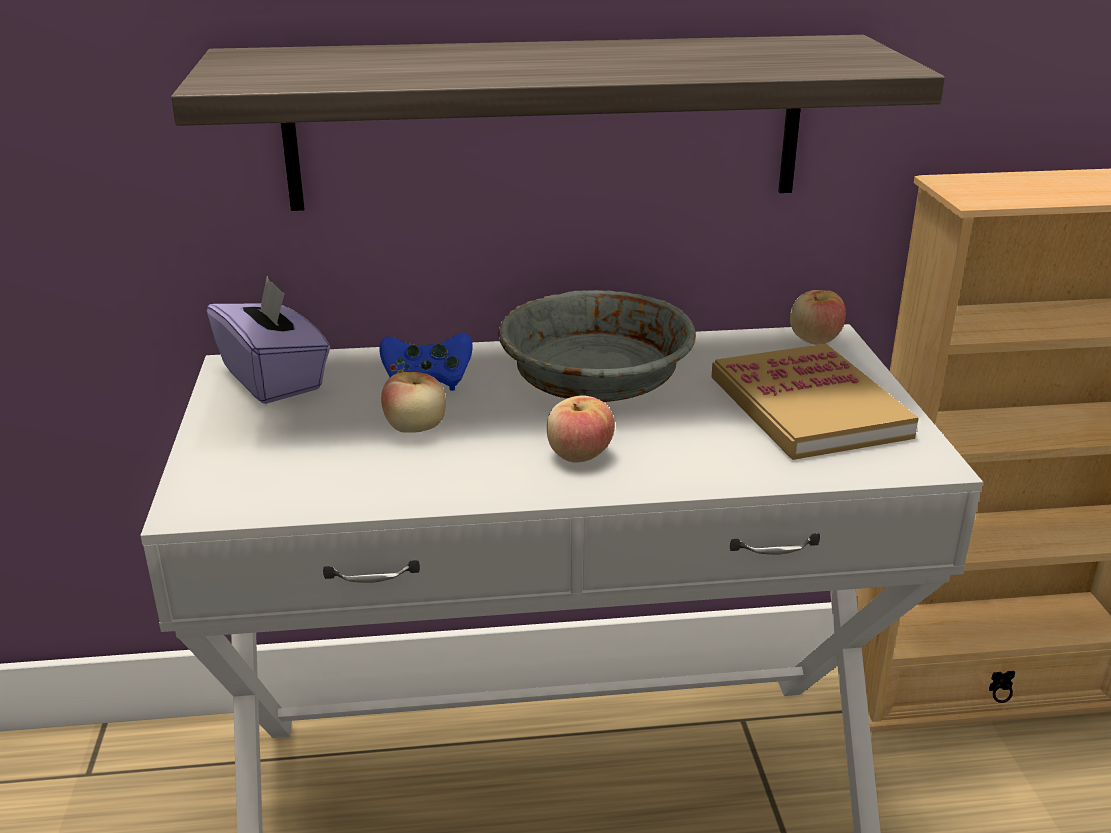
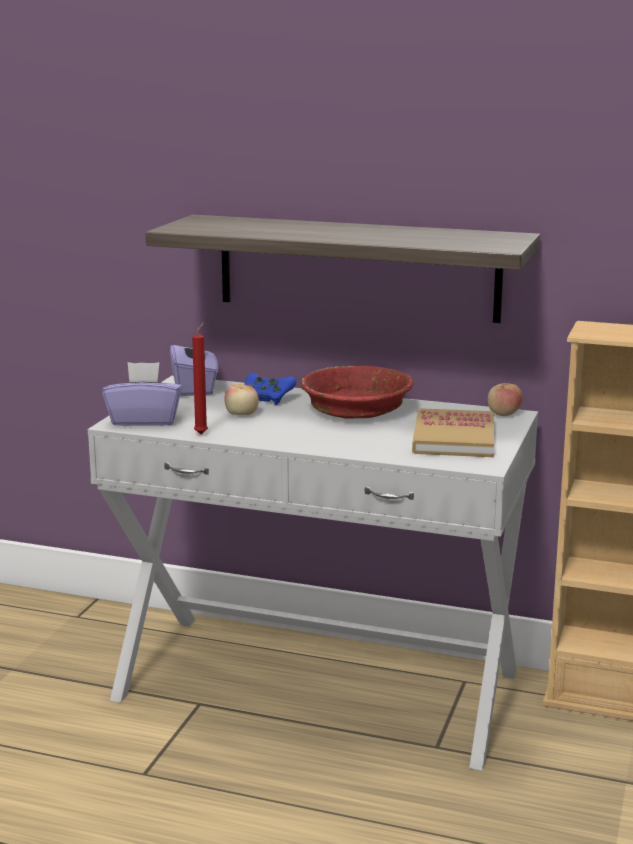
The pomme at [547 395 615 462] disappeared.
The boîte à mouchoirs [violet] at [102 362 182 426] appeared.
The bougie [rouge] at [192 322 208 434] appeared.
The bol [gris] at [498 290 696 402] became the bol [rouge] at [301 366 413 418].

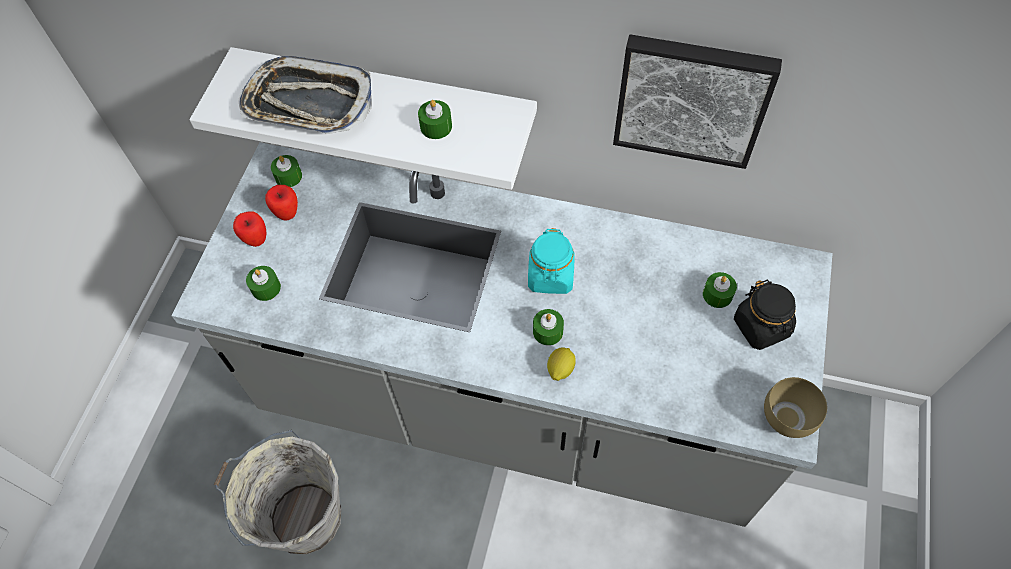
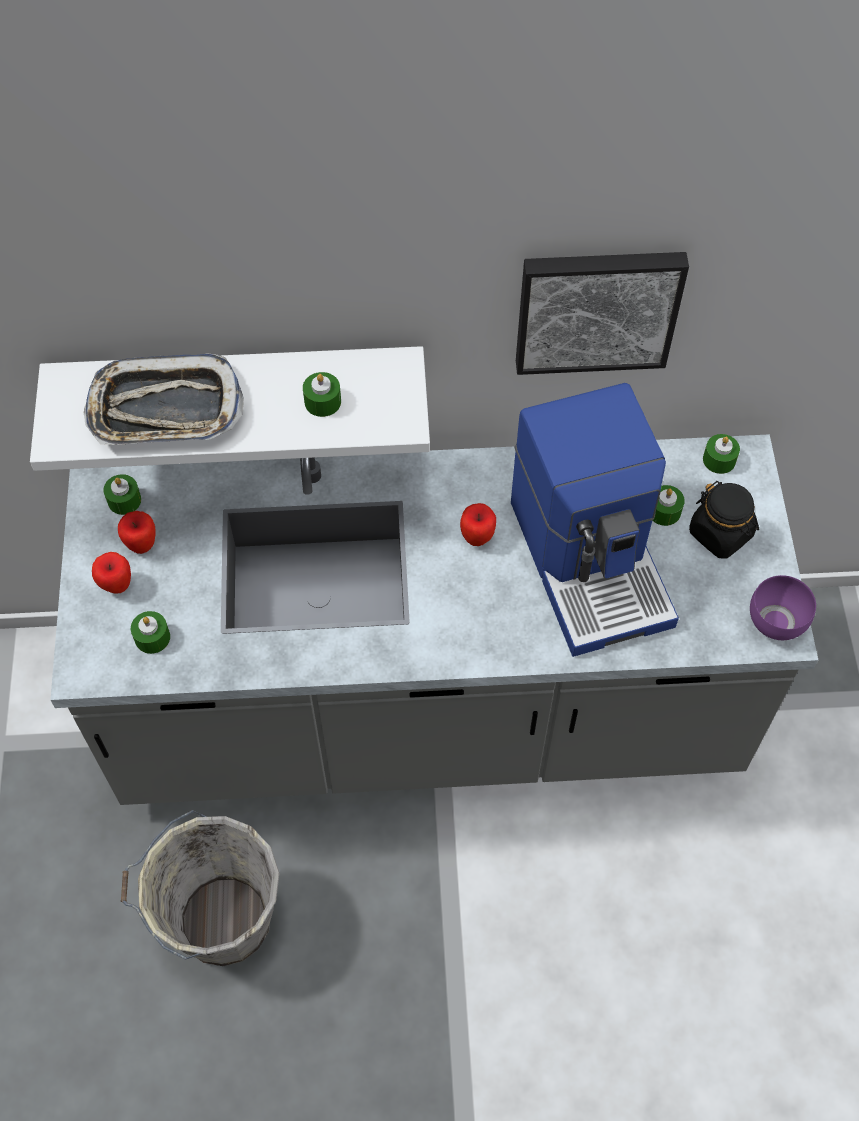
The citron at [547 347 576 381] disappeared.
The machine à café at [511 383 679 657] appeared.
The bougie [vert] moved from [533 309 564 345] to [703 434 740 474].
The bocal [turquoise] at [528 228 575 294] was replaced by the pomme at [460 503 496 546].
The bol [marron] at [764 377 827 438] became the bol [violet] at [750 575 816 640].

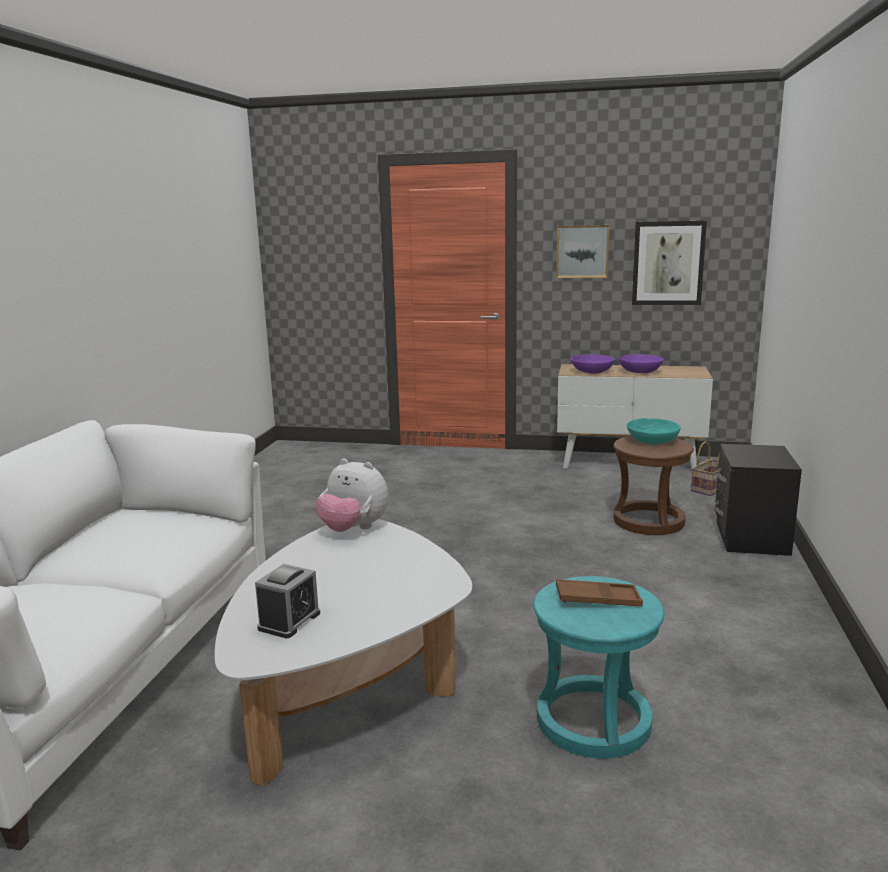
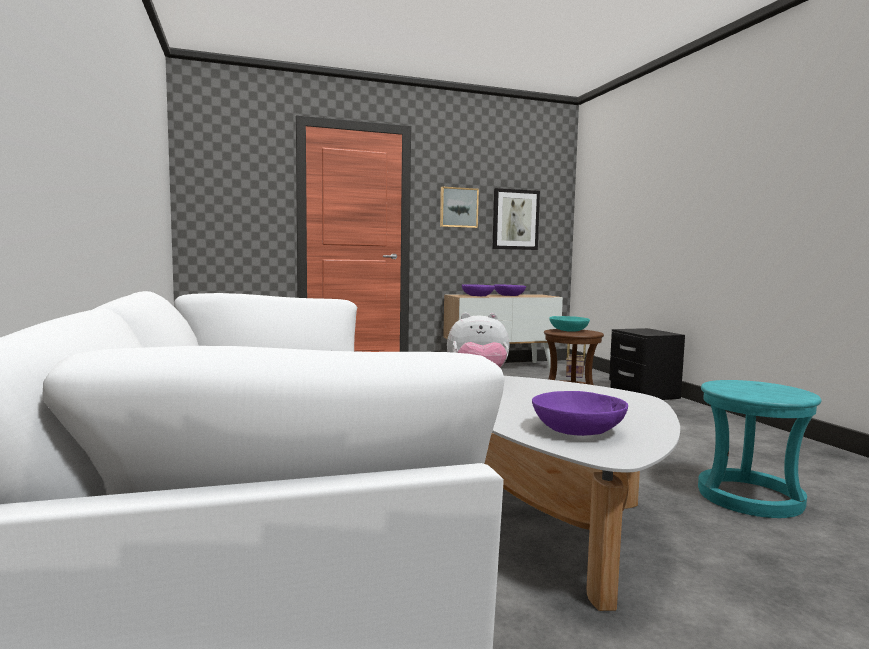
The plateau [marron] at [556 579 643 606] disappeared.
The réveil at [255 564 320 638] was replaced by the bol [violet] at [532 391 628 436].

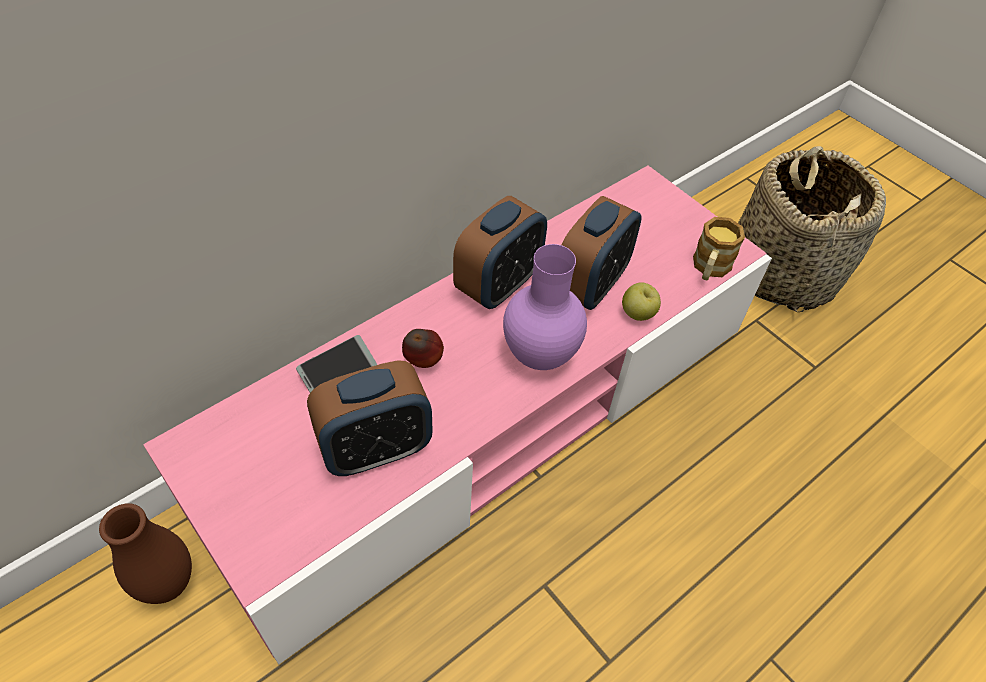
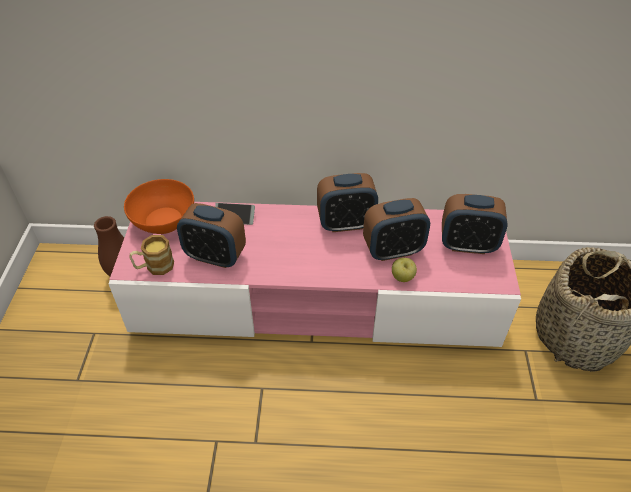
The pomme at [402 329 444 368] disappeared.
The vase [violet] at [503 244 587 370] disappeared.
The bol [orange] at [124 179 194 234] appeared.
The réveil at [442 194 508 254] appeared.
The mug moved from [693 217 745 280] to [129 235 174 275].

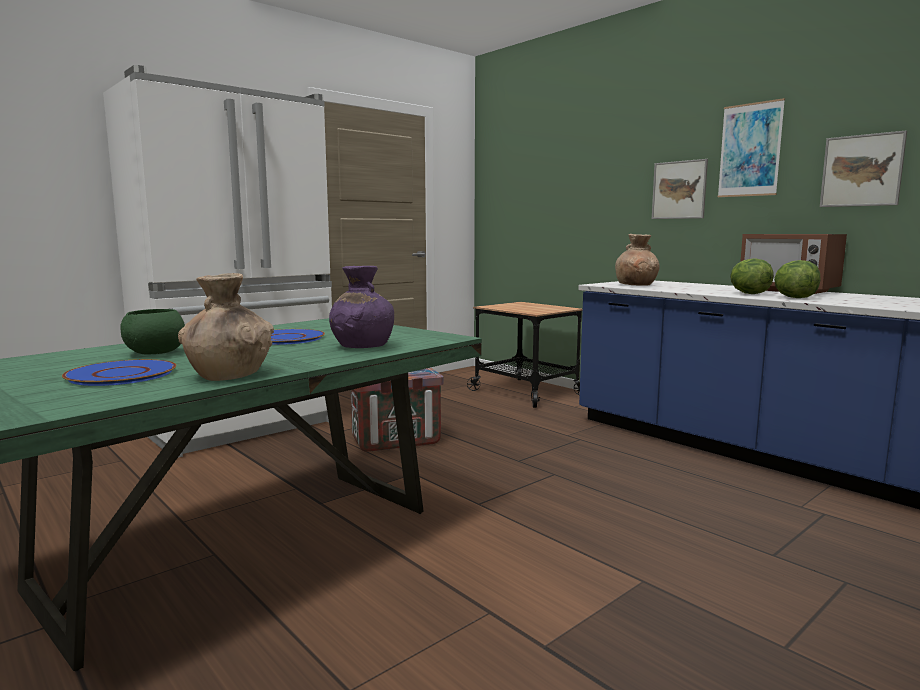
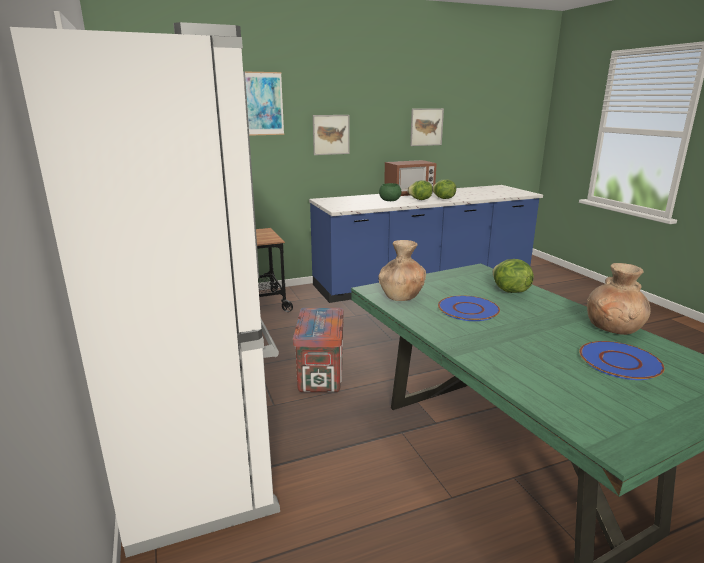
The bol [vert] moved from [120 309 185 355] to [379 183 401 201].
The vase [marron] moved from [615 234 660 286] to [379 240 426 301].
The tableau moved from [717 98 785 197] to [244 71 284 136].
The vase [violet] at [329 266 394 348] was replaced by the laitue at [493 259 534 293].

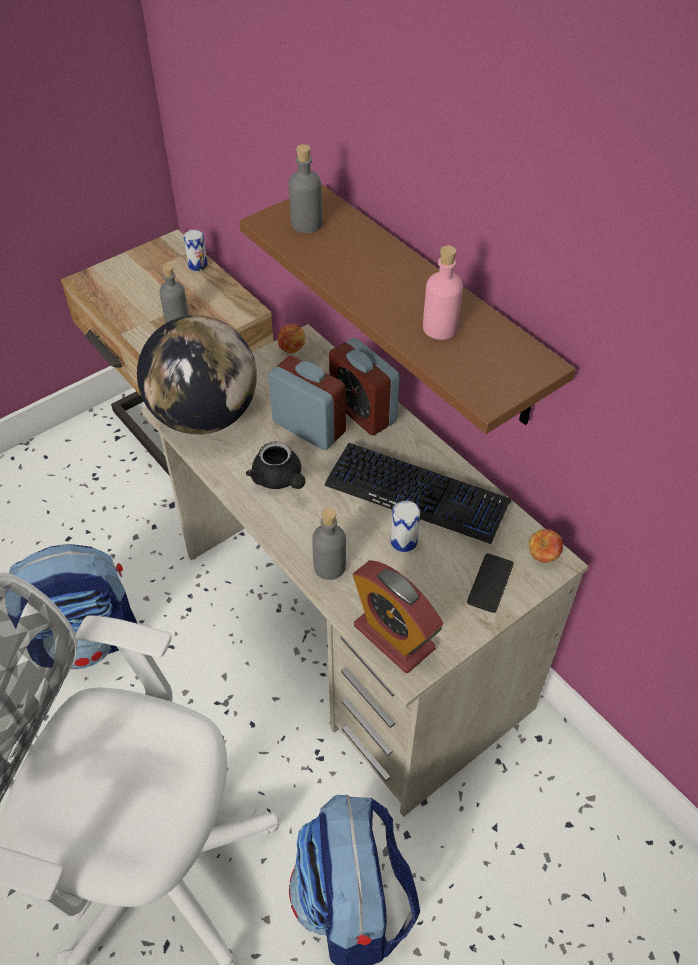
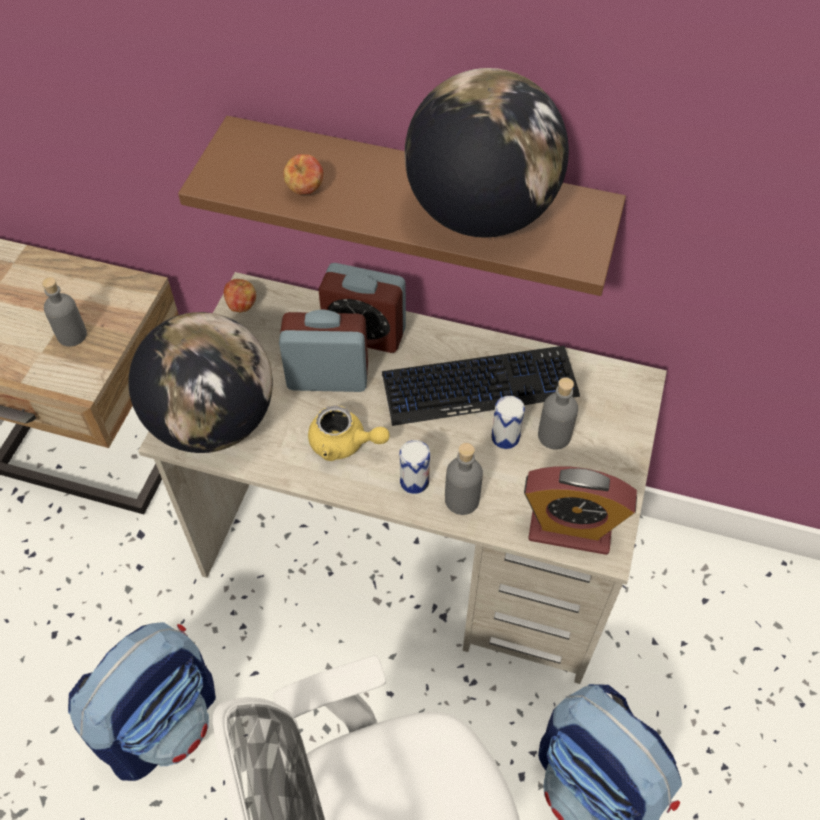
The téléphone at [467 553 514 613] disappeared.
The boîte métallique moved from [183 230 208 271] to [400 440 430 494].
The bouteille [gris] moved from [289 144 322 233] to [538 377 578 450].
The pomme moved from [529 529 563 563] to [283 154 323 194].
The bouteille [rose] at [423 246 463 340] was replaced by the globe at [404 68 569 237].
The théière [noir] at [246 442 305 489] became the théière [jaune] at [308 405 389 461].

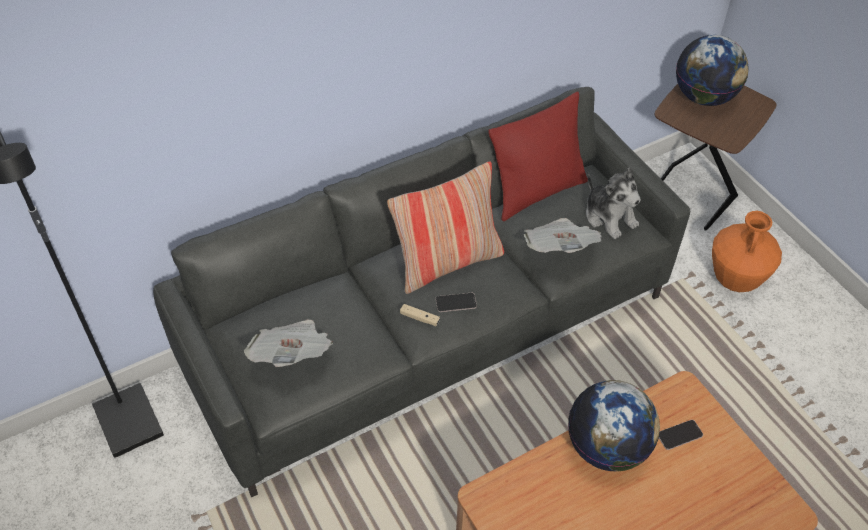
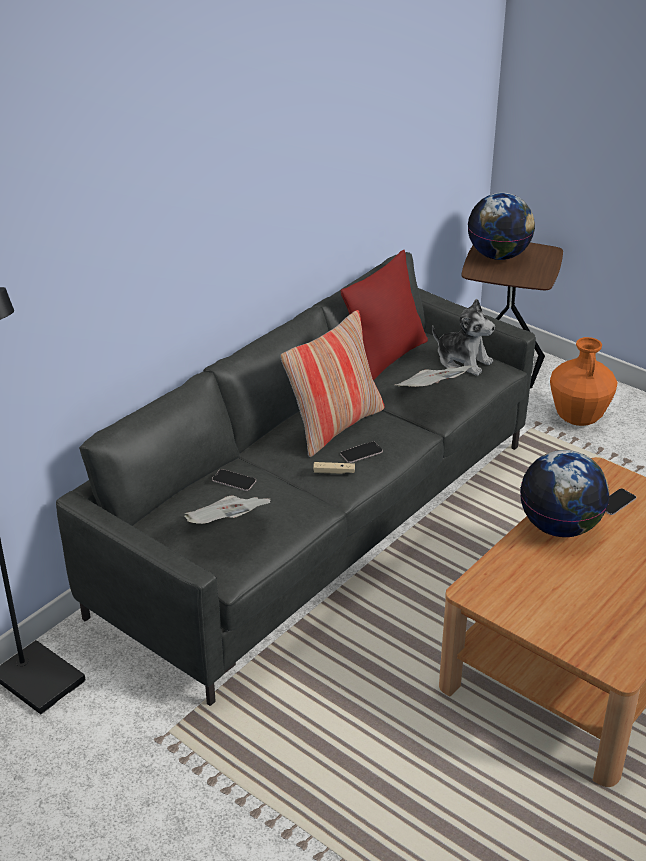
The téléphone at [212 469 256 491] appeared.

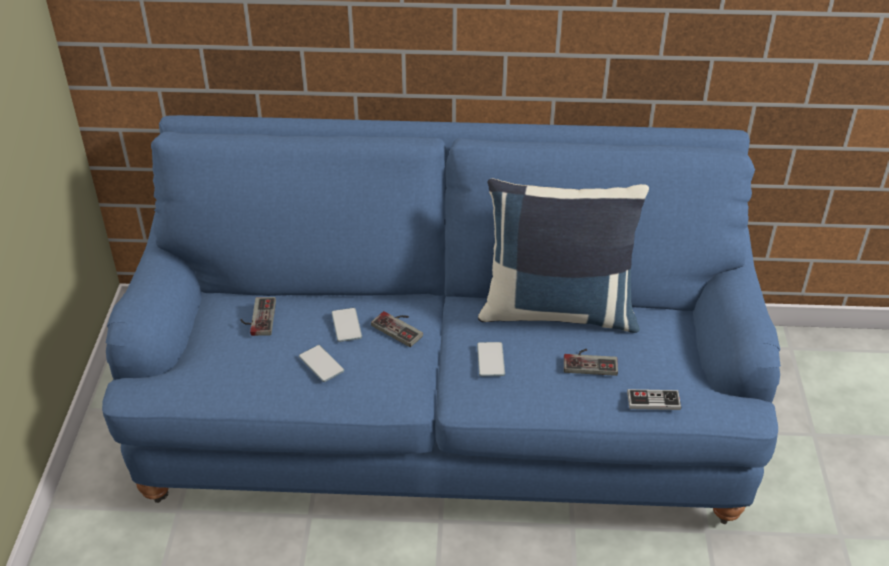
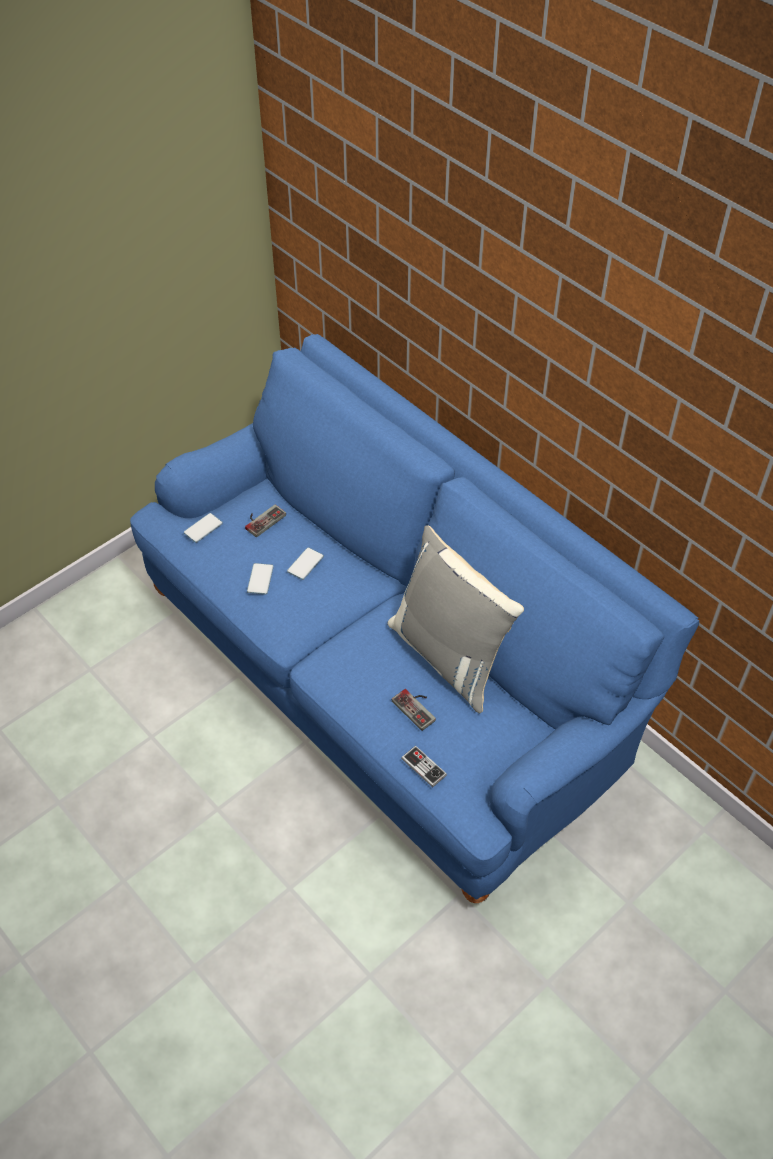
The manette at [371 311 423 347] disappeared.
The téléphone moved from [477 342 505 376] to [184 513 223 543].
The coussin [bleu] at [478 178 649 333] became the coussin [gris] at [388 525 524 713].

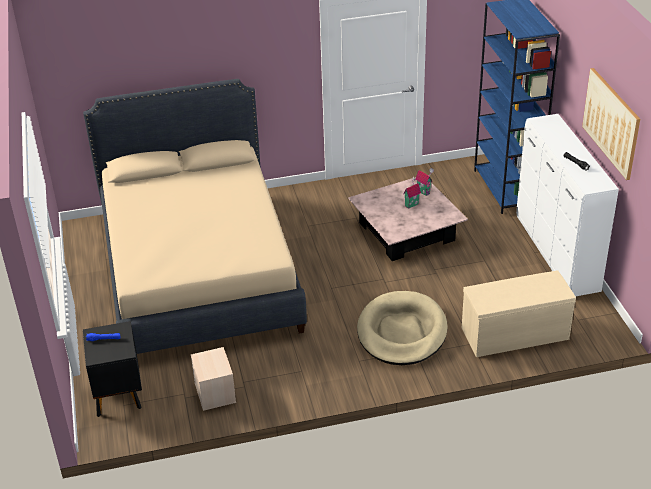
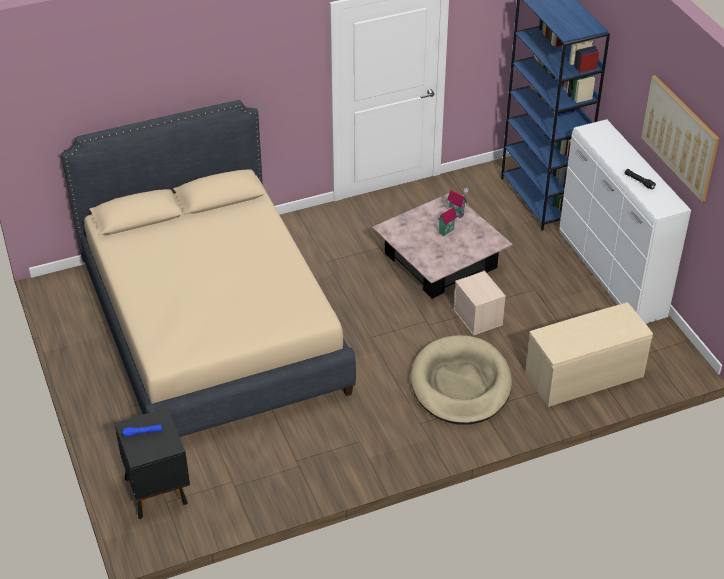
The boîte de rangement [beige] moved from [191 347 236 411] to [453 271 506 336].

